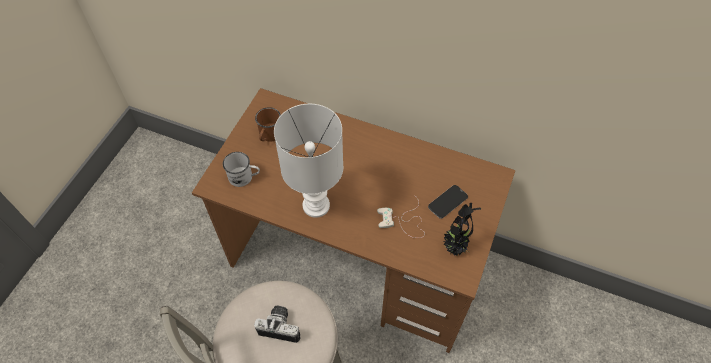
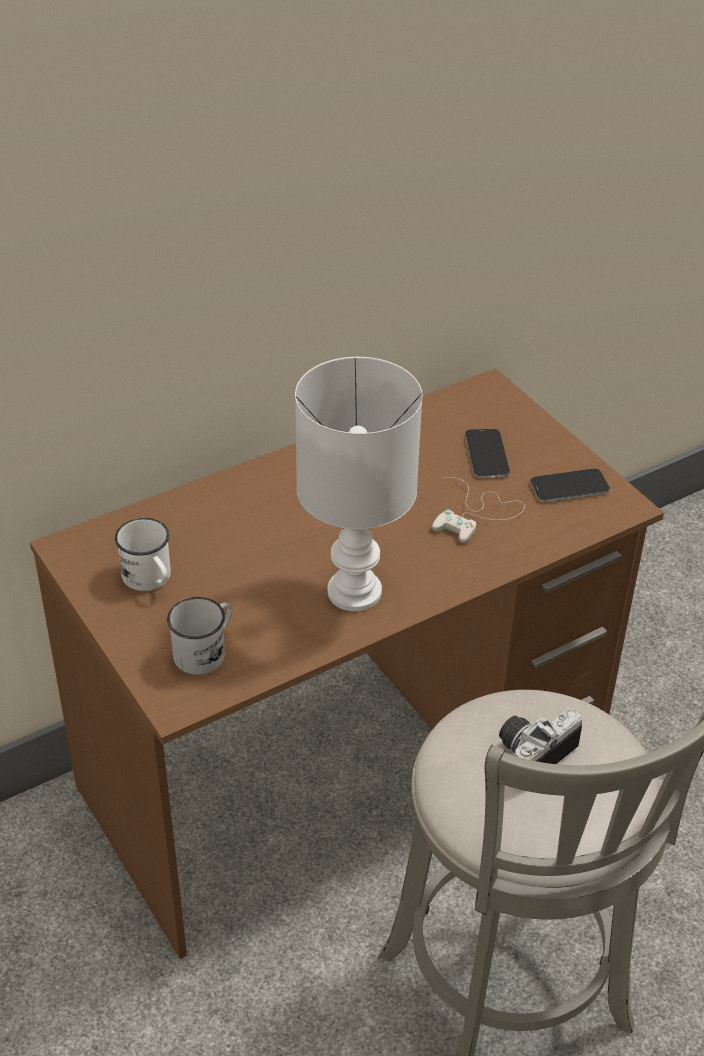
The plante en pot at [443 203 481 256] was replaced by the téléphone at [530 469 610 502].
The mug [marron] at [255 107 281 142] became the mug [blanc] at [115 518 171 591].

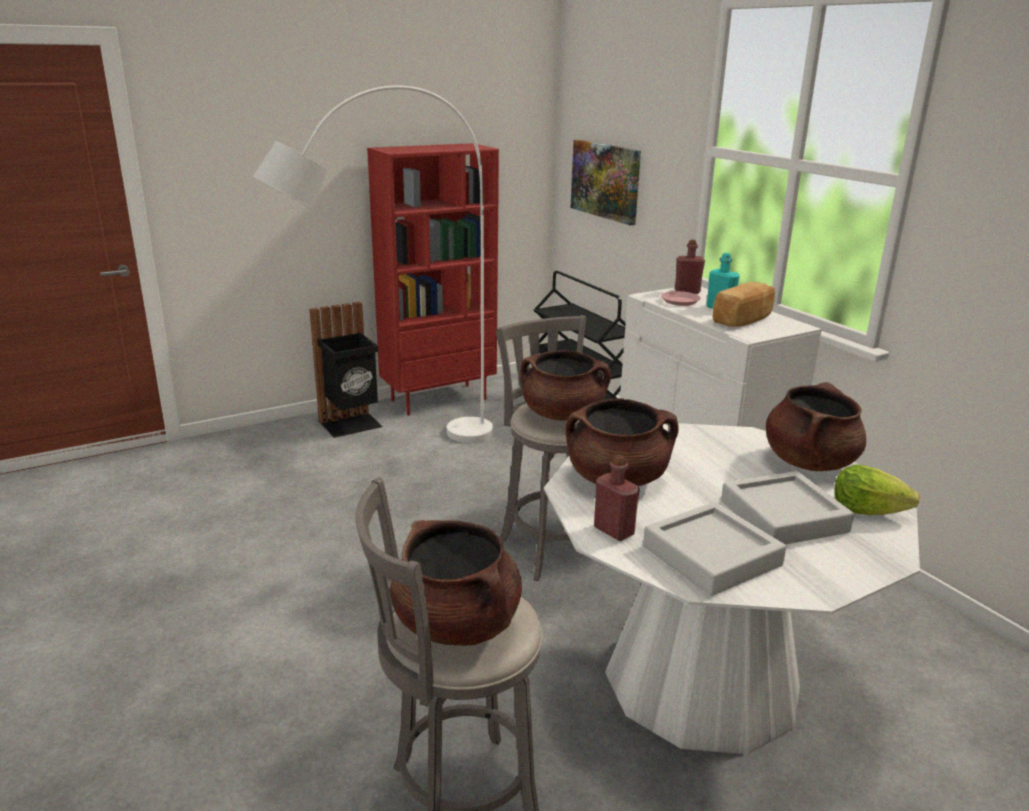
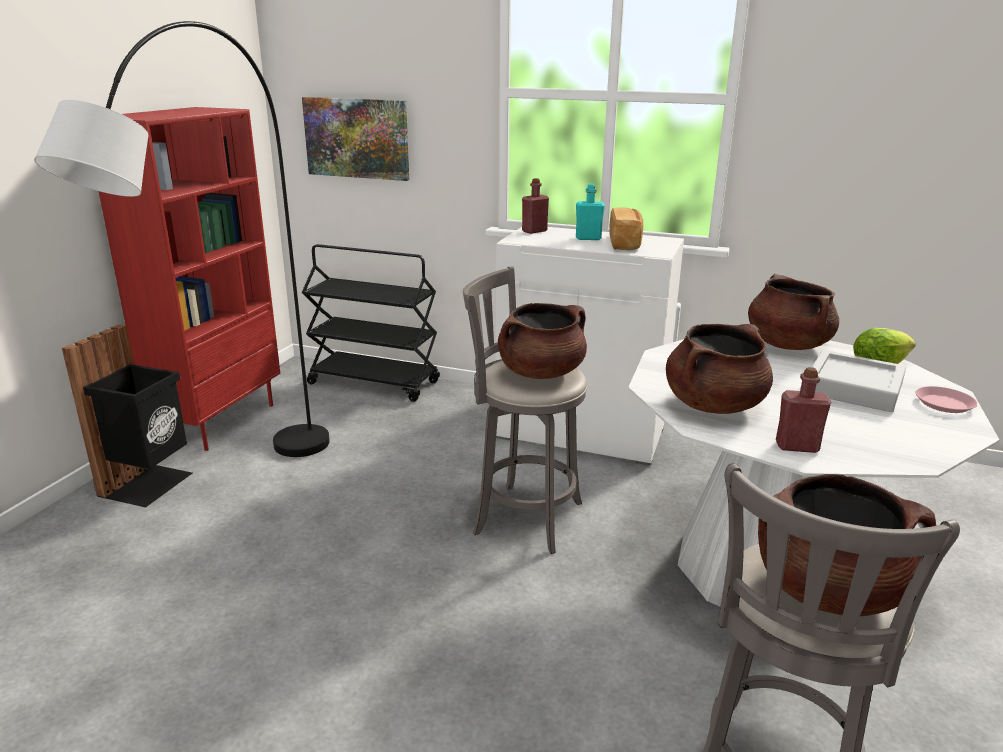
The plateau [gris] at [643 502 786 596] disappeared.
The assiette [rose] moved from [661 291 701 306] to [916 386 977 413].
The lampadaire [blanc] at [253 86 493 443] became the lampadaire [noir] at [34 21 330 457].

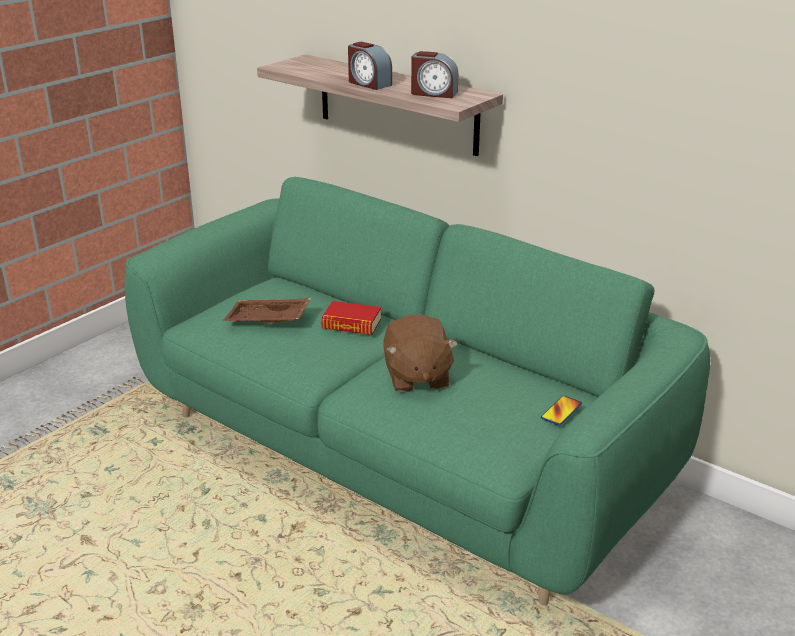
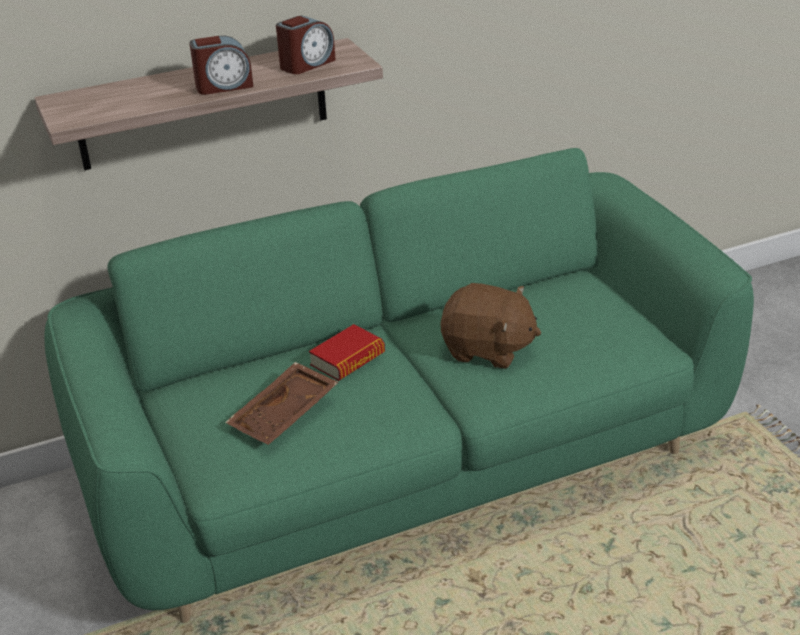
The téléphone at [541 396 582 425] disappeared.

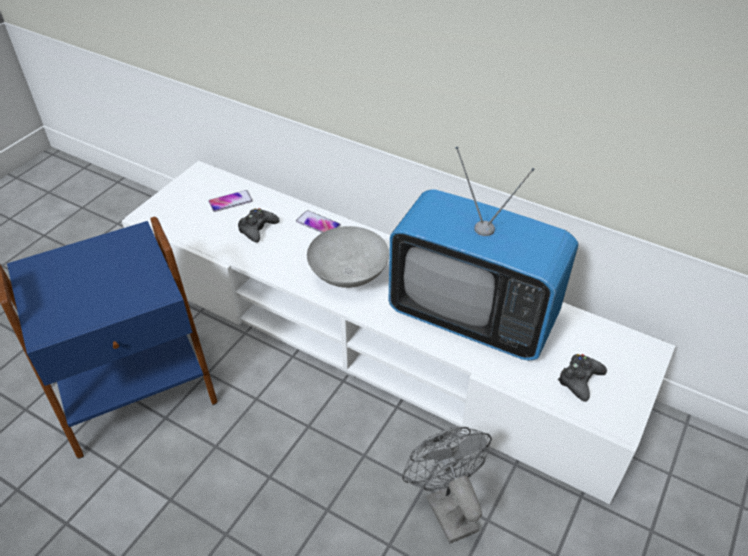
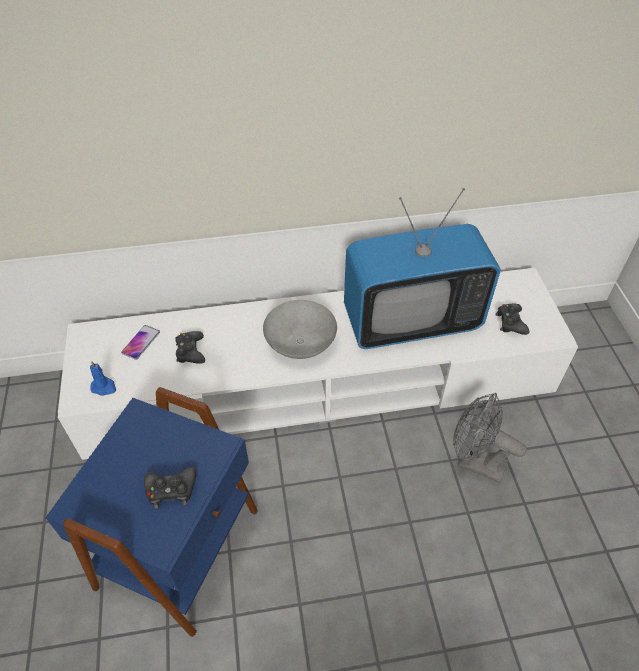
The téléphone at [296 210 341 233] disappeared.
The bougie [bleu] at [90 361 116 396] appeared.
The manette [noir] at [144 468 196 509] appeared.

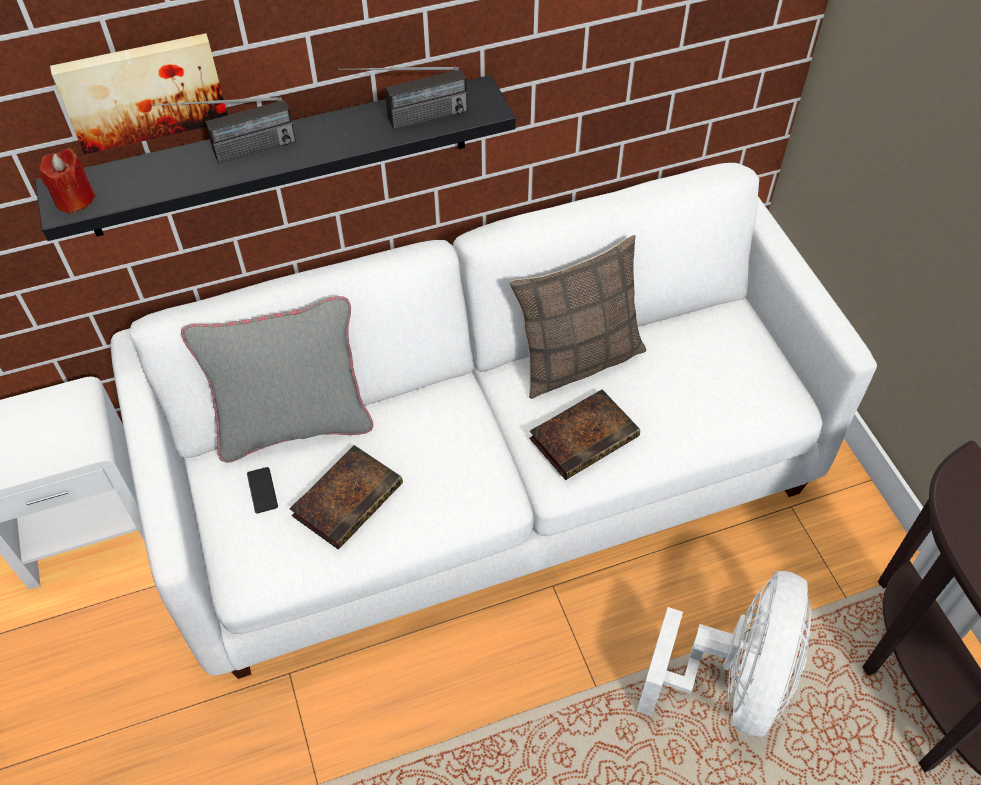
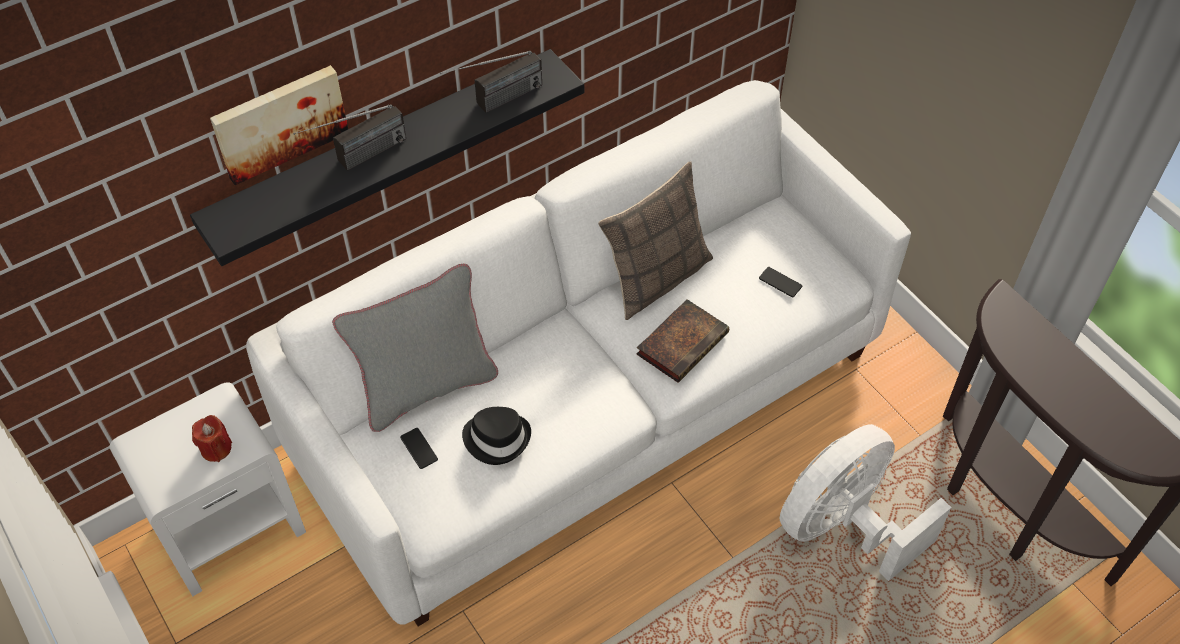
The téléphone at [759 267 802 297] appeared.
The bougie [rouge] moved from [39 148 95 214] to [192 415 232 462].
The livre at [289 445 403 550] was replaced by the chapeau [noir] at [462 407 531 465].
The ventilateur [blanc] at [637 571 811 737] turned 135 degrees counterclockwise.

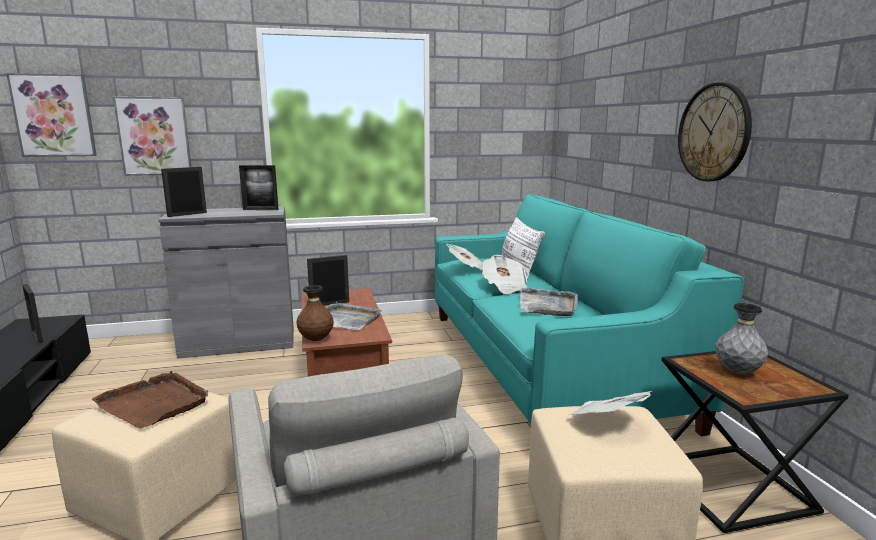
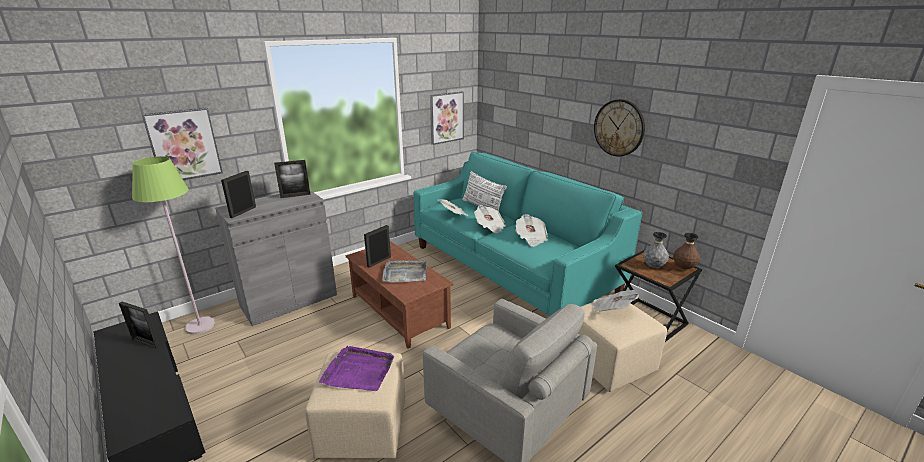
The lampadaire [vert] at [132 156 215 335] appeared.
The tableau moved from [6 73 97 157] to [430 92 464 145].
The vase [marron] moved from [297 285 334 341] to [673 233 700 269].
The plateau [gris] at [520 288 578 316] was replaced by the journal at [516 214 548 247].
The plateau [marron] at [92 371 208 429] became the plateau [violet] at [319 346 394 391].

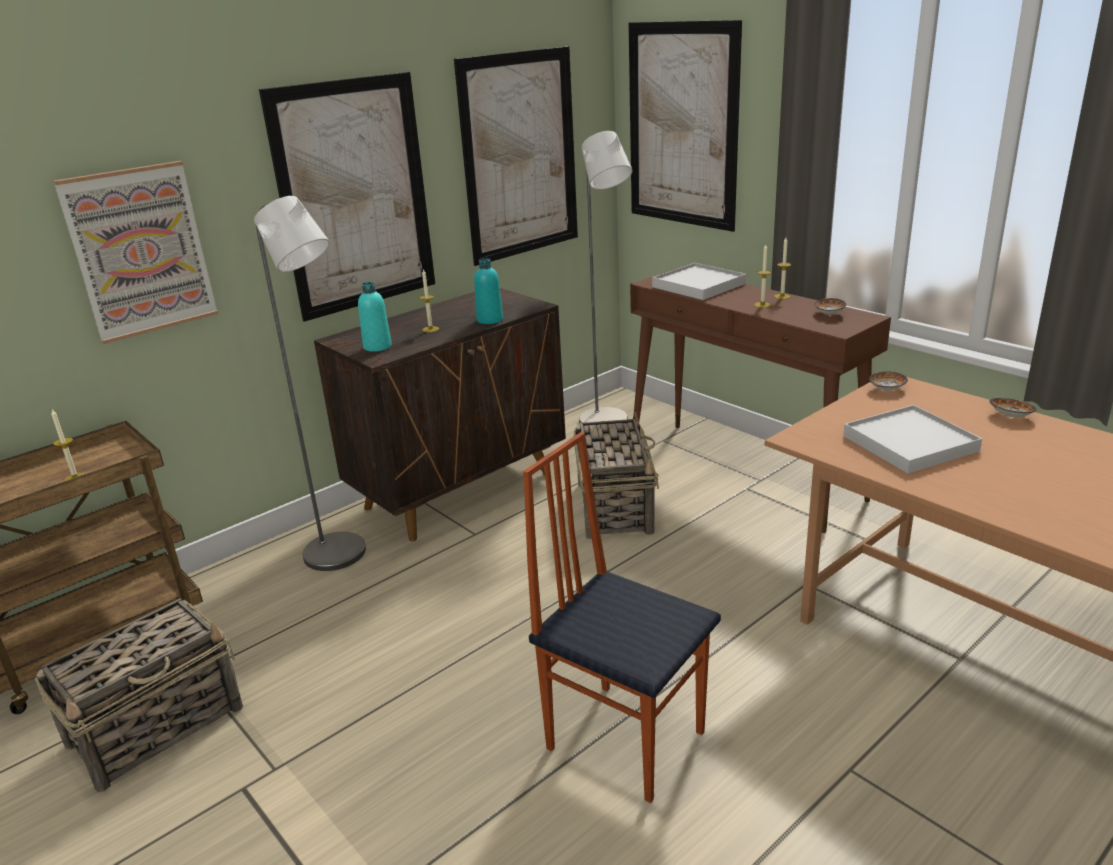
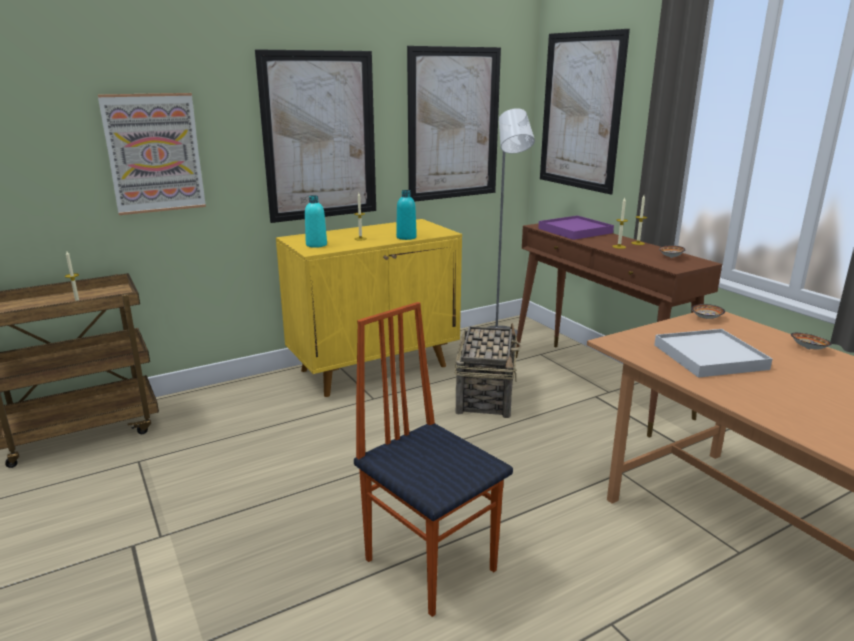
The panier at [35 599 243 792] disappeared.
The lampadaire [gris] at [254 196 366 571] disappeared.
The meuble de rangement [marron] at [314 288 566 541] became the meuble de rangement [jaune] at [276 219 462 397].
The plateau [blanc] at [652 263 746 300] became the plateau [violet] at [538 216 614 240].

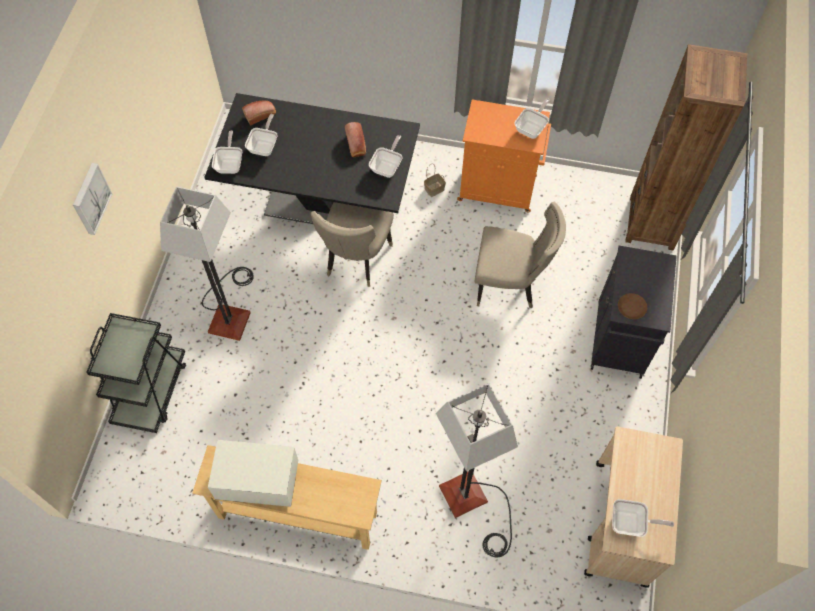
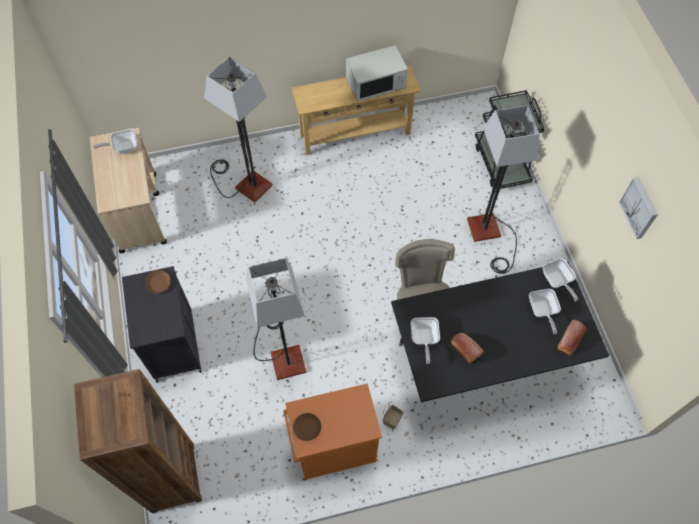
The tableau moved from [73 163 112 235] to [619 177 658 239].
The chaise [beige] at [475 202 566 308] was replaced by the lampadaire at [246 258 307 380].
The poêle at [515 98 550 139] was replaced by the assiette [marron] at [293 413 321 441].

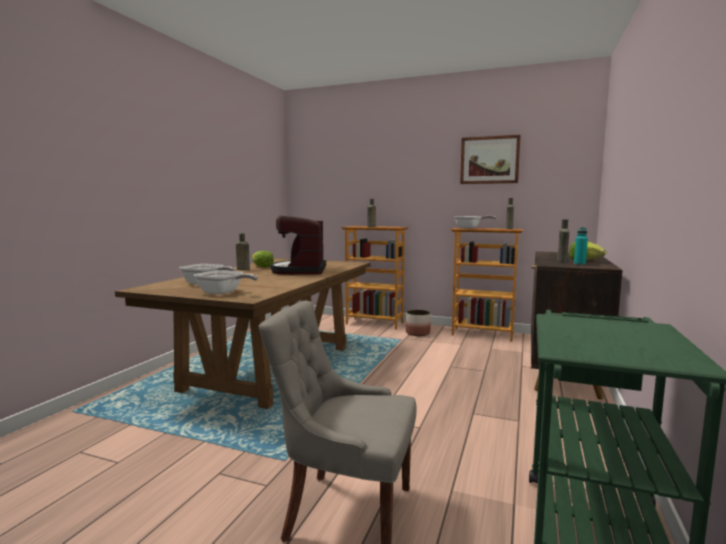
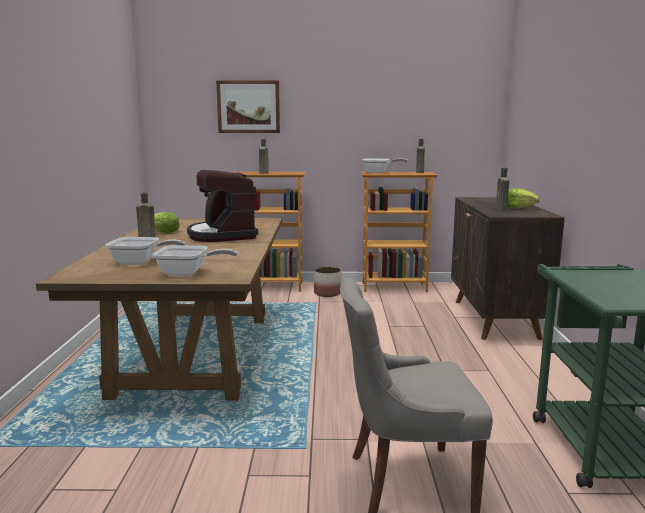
The bouteille [turquoise] at [574 227 588 265] disappeared.
The tableau moved from [460 135 521 184] to [216 80 280 133].

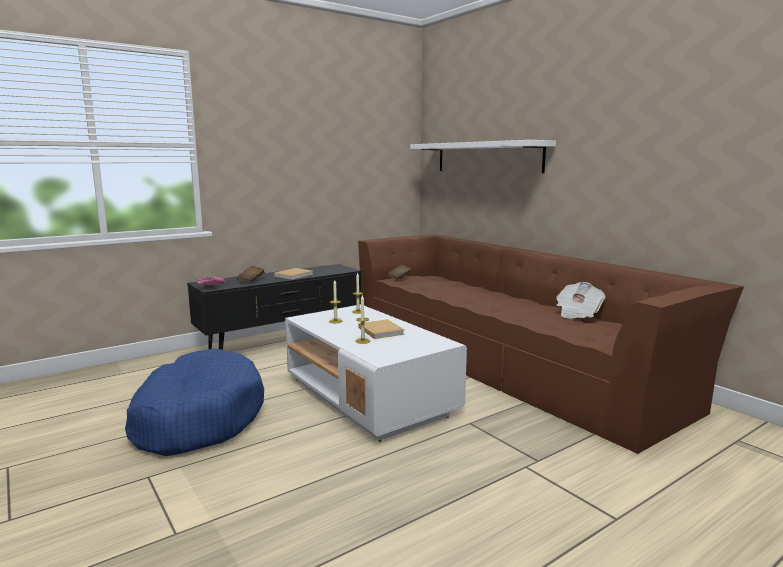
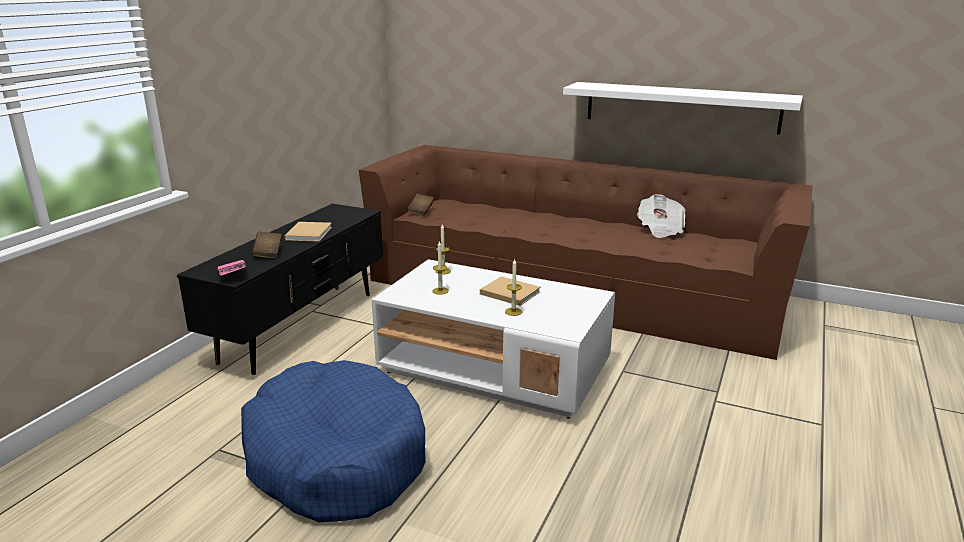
The étagère [blanc] moved from [410 140 556 173] to [563 82 803 135].

